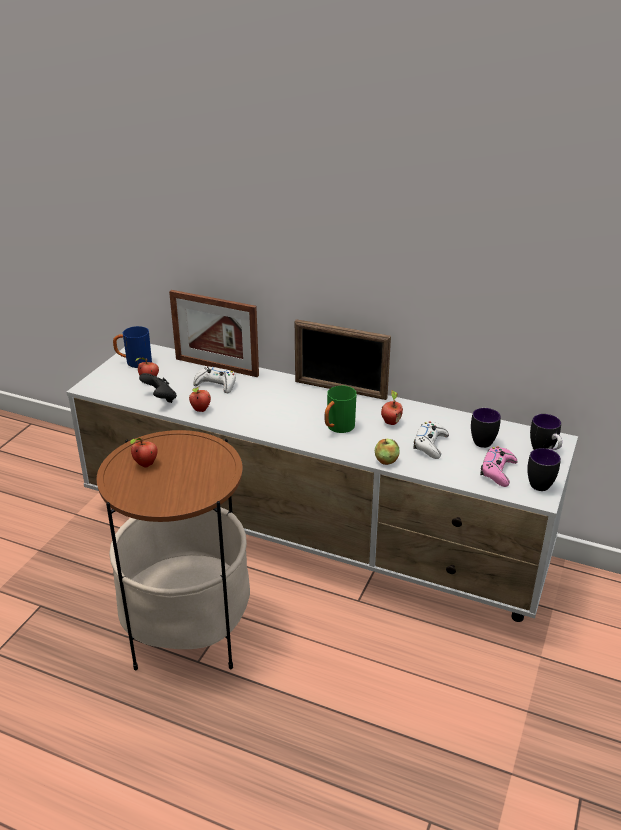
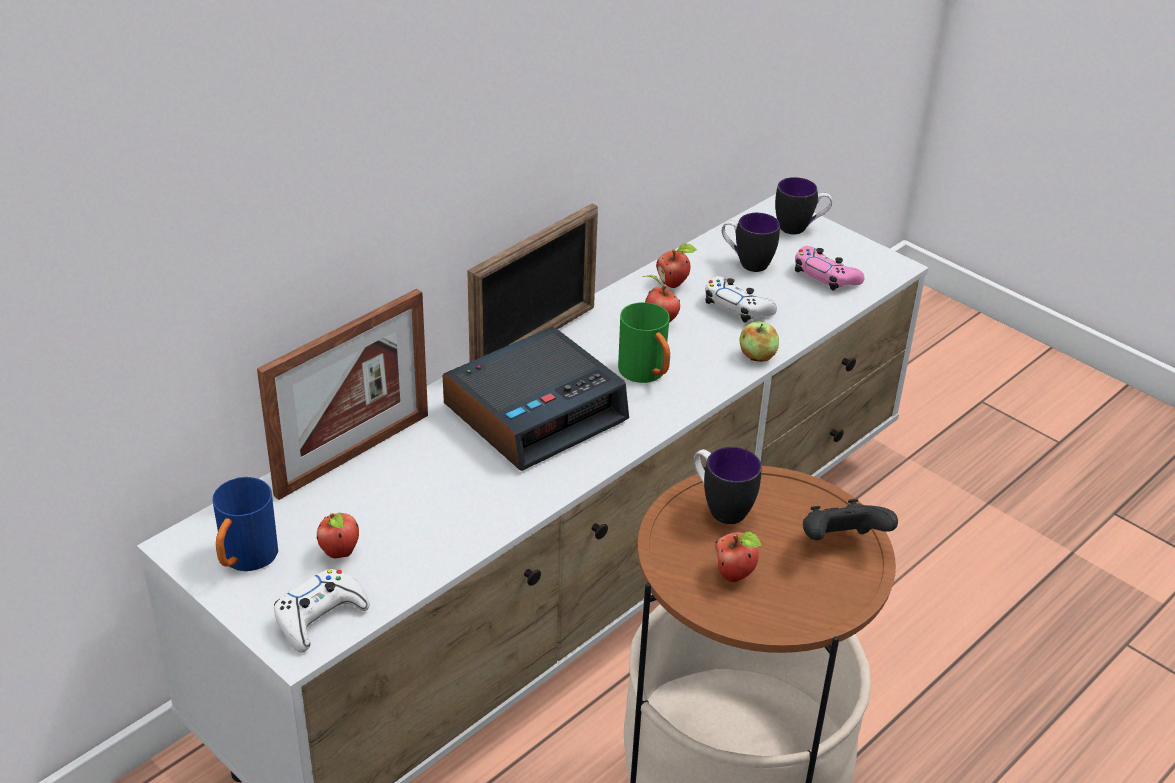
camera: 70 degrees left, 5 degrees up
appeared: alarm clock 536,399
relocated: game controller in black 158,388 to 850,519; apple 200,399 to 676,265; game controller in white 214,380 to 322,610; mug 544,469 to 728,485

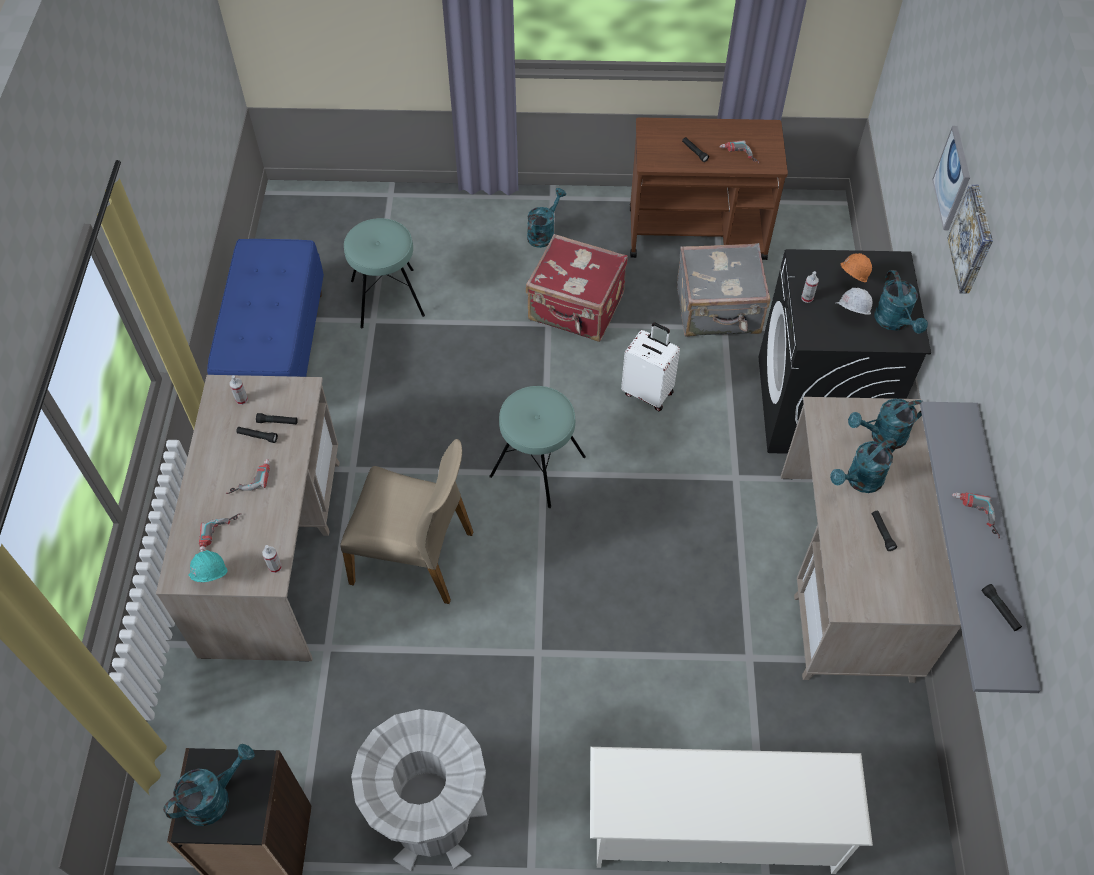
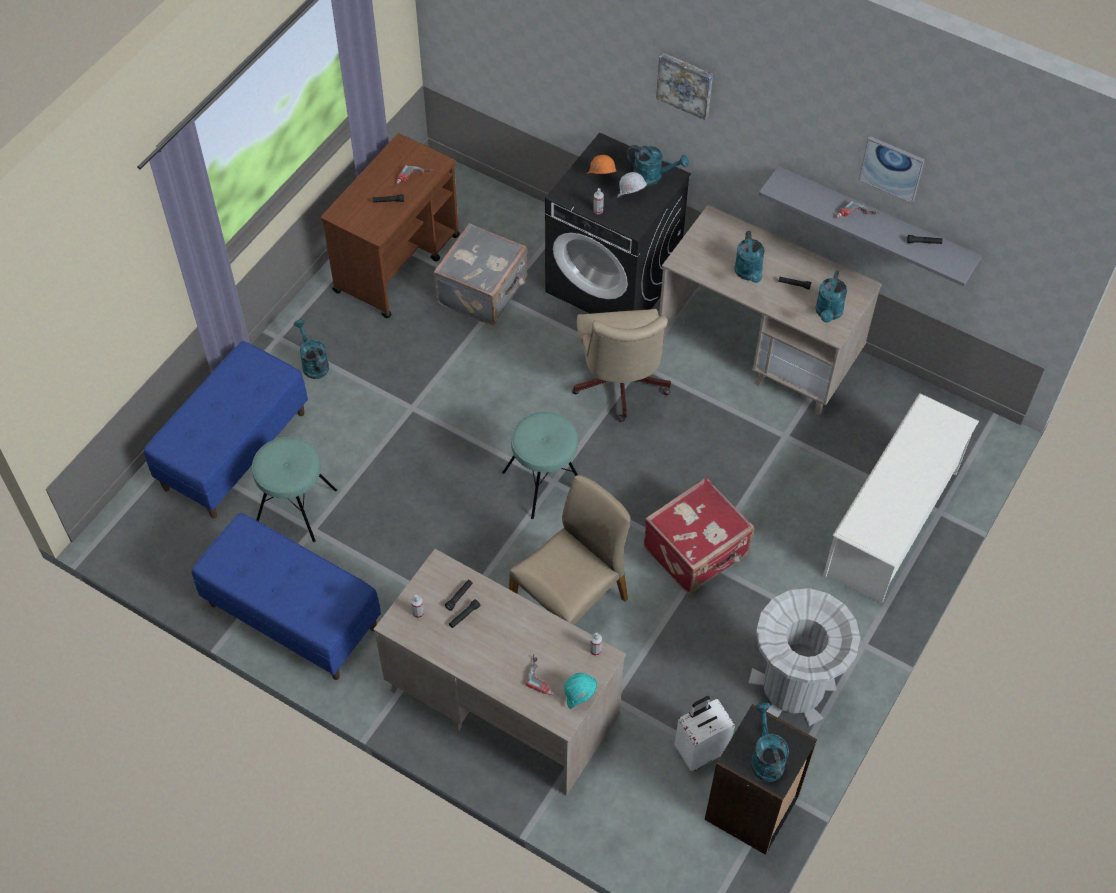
camera: 60 degrees left, 0 degrees up
missing: power drill 248,476
appeared: bench in blue 226,429; office chair in beige 621,365
relocated: suitcase in red 577,288 to 699,535; suitcase in white 650,366 to 704,733; watering can in turquoise 885,424 to 831,296; picture 951,178 to 892,169

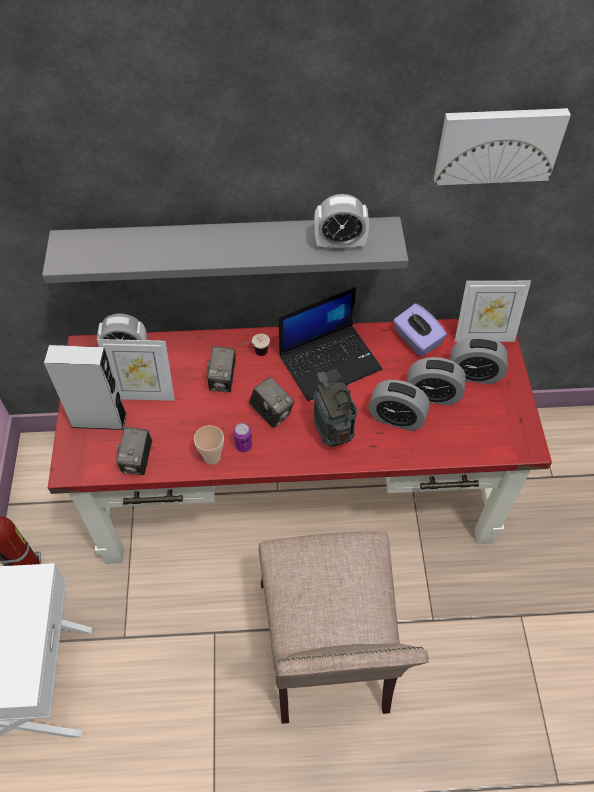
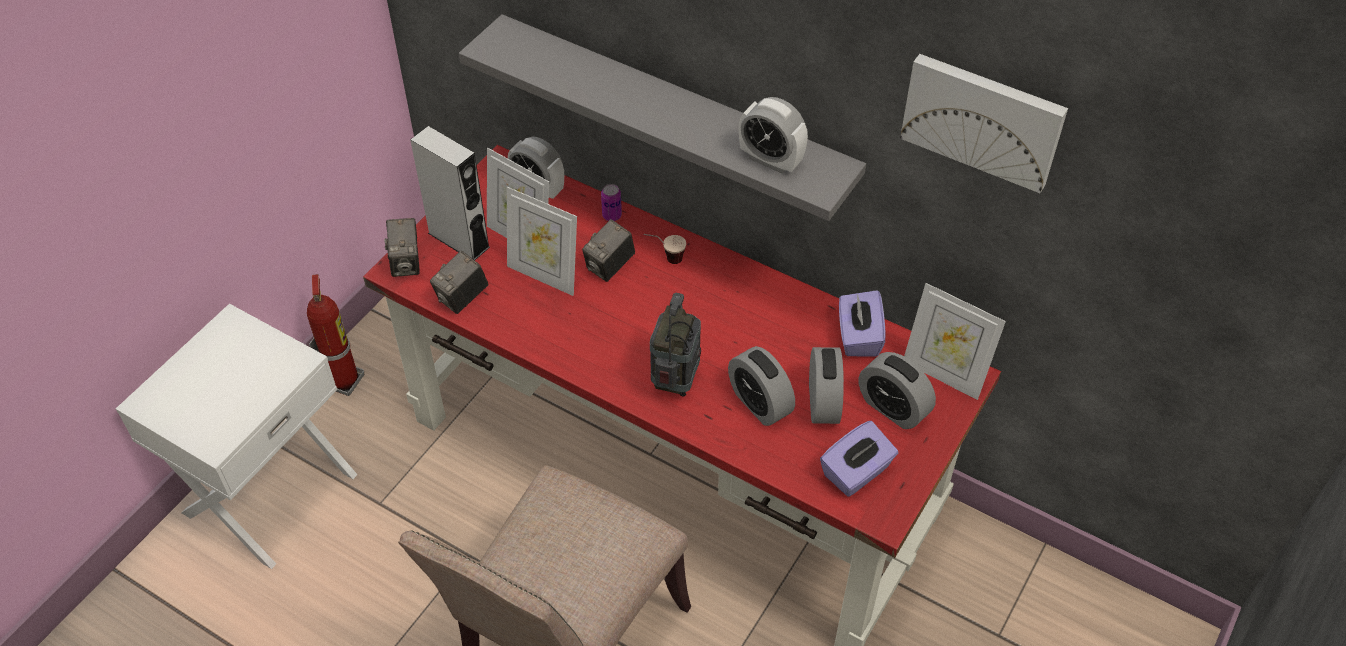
camera: 35 degrees right, 5 degrees down
missing: cup 209,444; laptop 330,344
appeared: picture frame 542,241; tissue box in purple 859,459
relocated: can 242,437 to 611,202; photo camera 272,402 to 402,247
spun: alarm clock 436,381 = 826,385 135 degrees counterclockwise

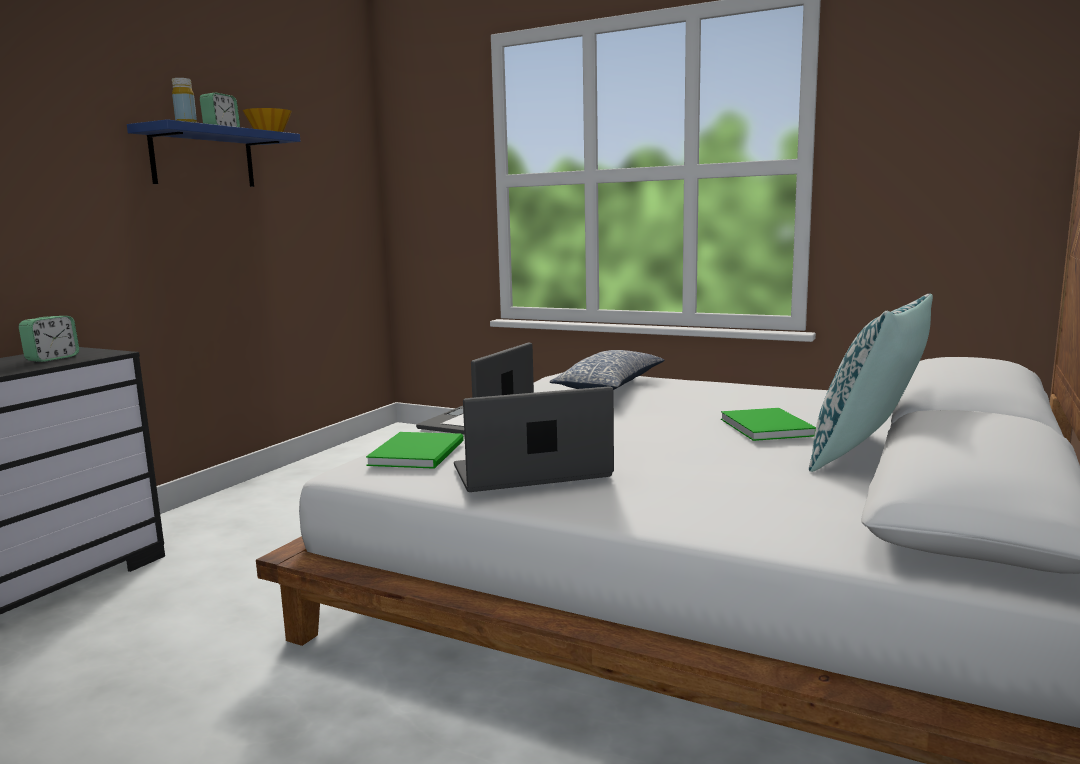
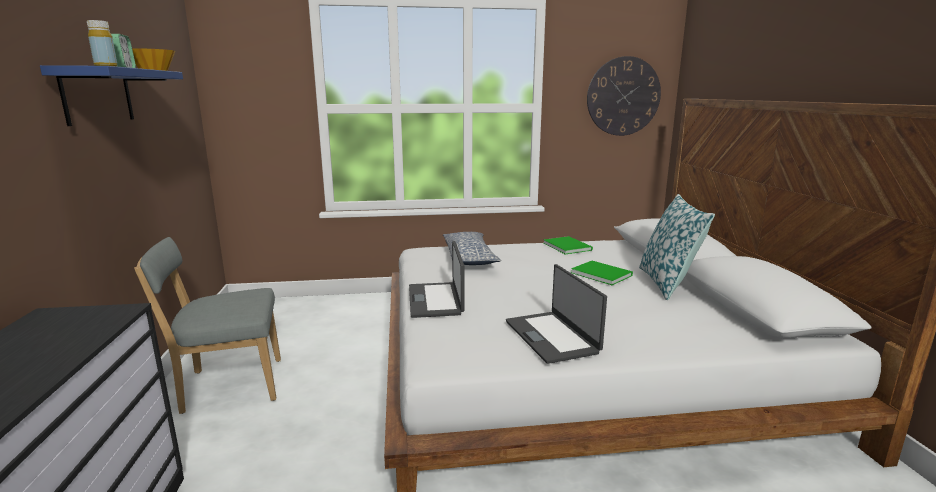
camera: 35 degrees left, 5 degrees up
missing: alarm clock 49,339
appeared: chair in grey 207,325; wall clock 624,96
relocated: book in green 415,450 to 568,245
spun: laptop 534,439 = 556,314 60 degrees counterclockwise

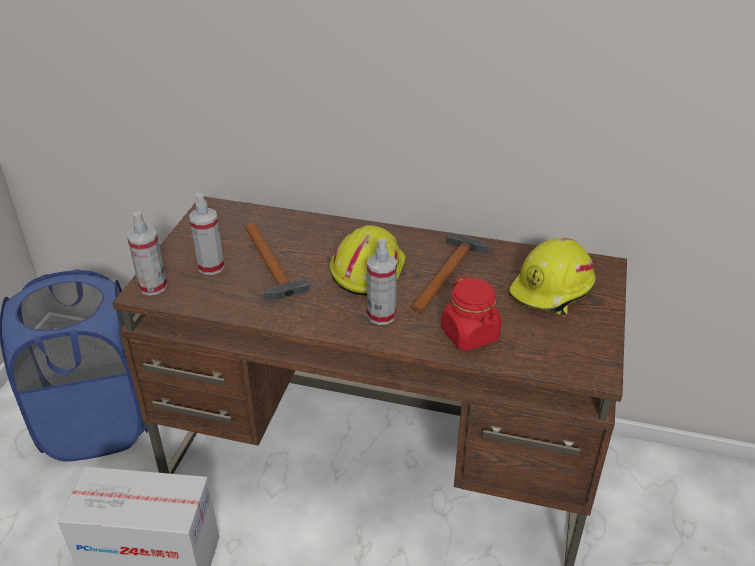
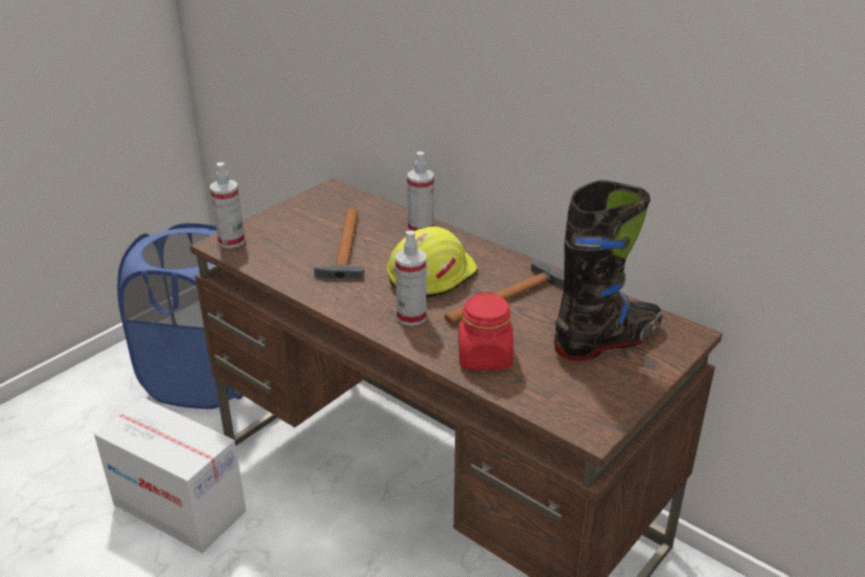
camera: 25 degrees right, 5 degrees down
relocated: spray bottle 207,234 to 420,191
exchanged: hard hat in yellow 552,276 to boot in black 608,270

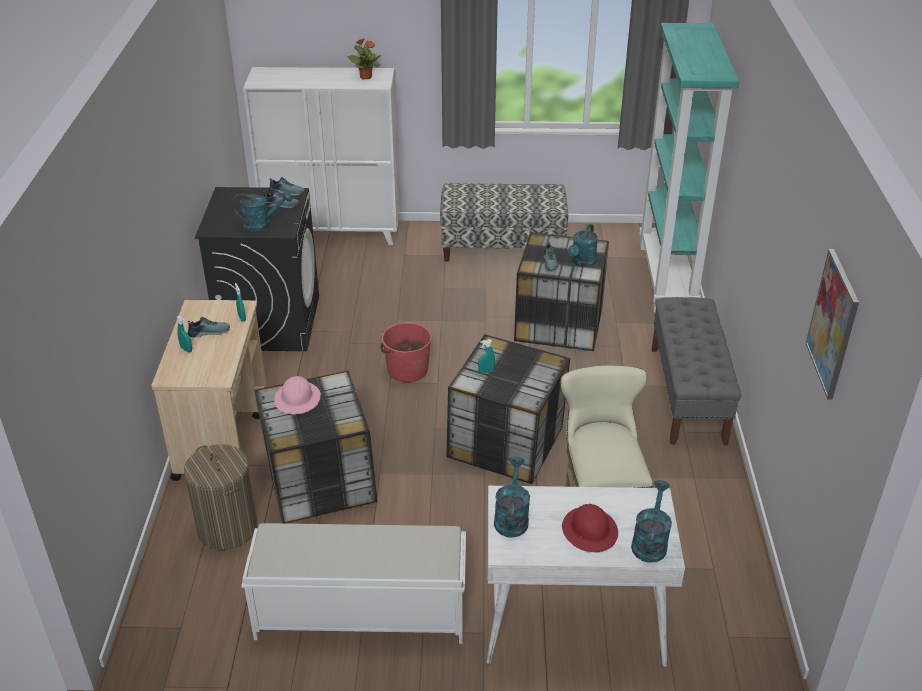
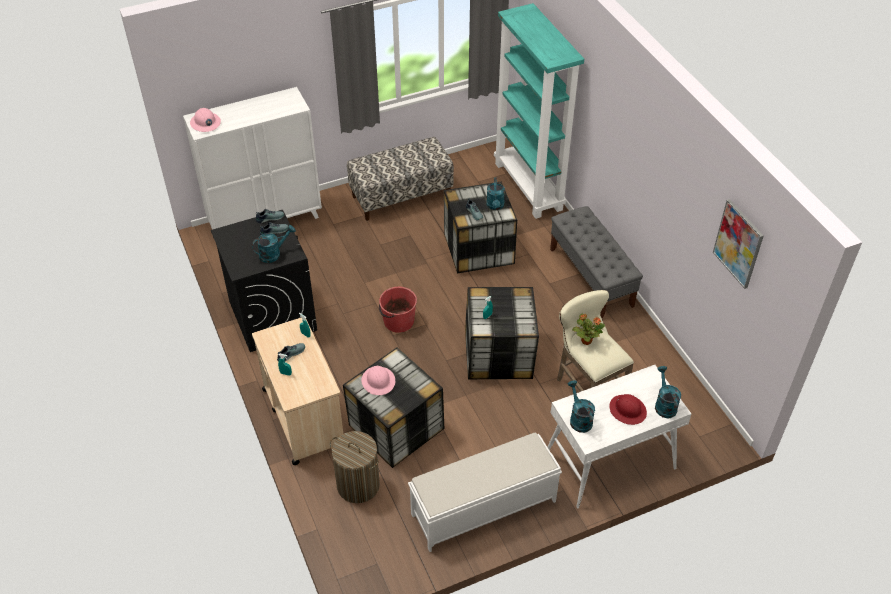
camera: 25 degrees left, 10 degrees up
appeared: hard hat in pink 205,120
relocated: potted plant 364,59 to 588,329

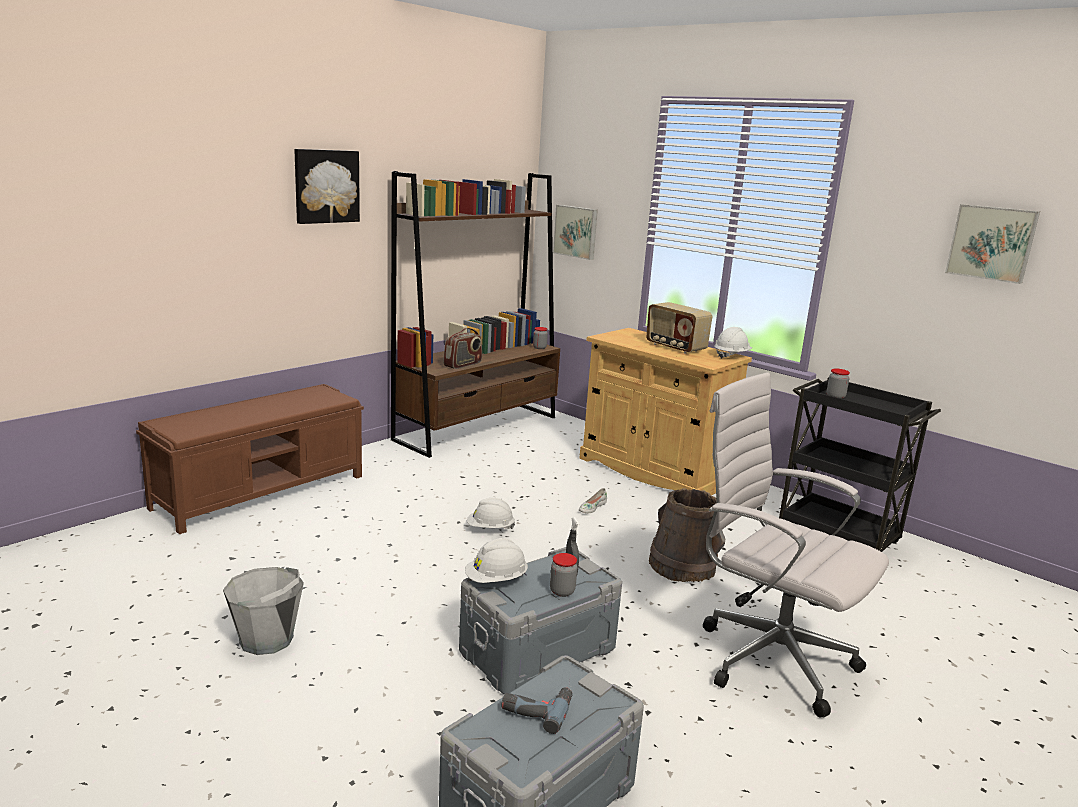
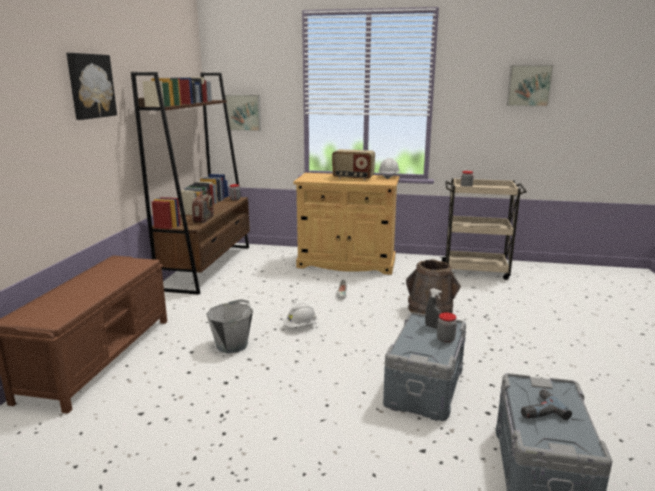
camera: 30 degrees left, 0 degrees up
missing: hard hat in white 496,560; office chair in white 796,545
relocated: bucket in grey 263,611 to 229,326
colour: cart in black 860,464 to cart in beige 483,229

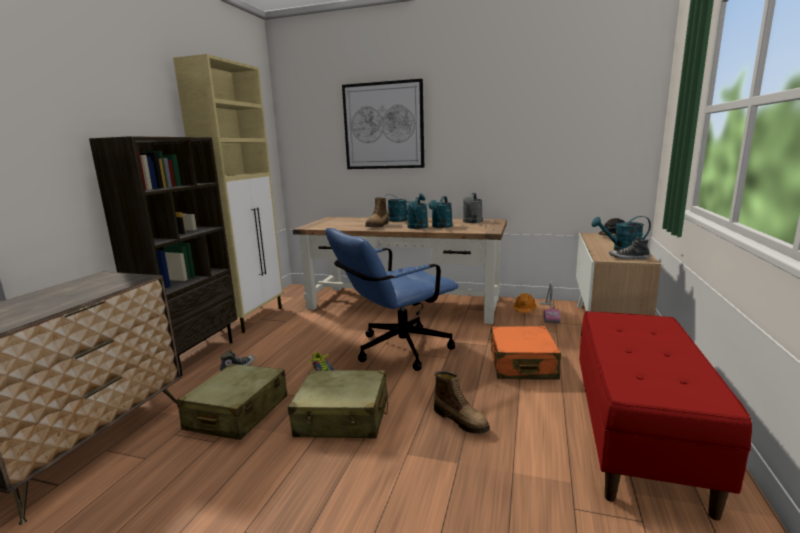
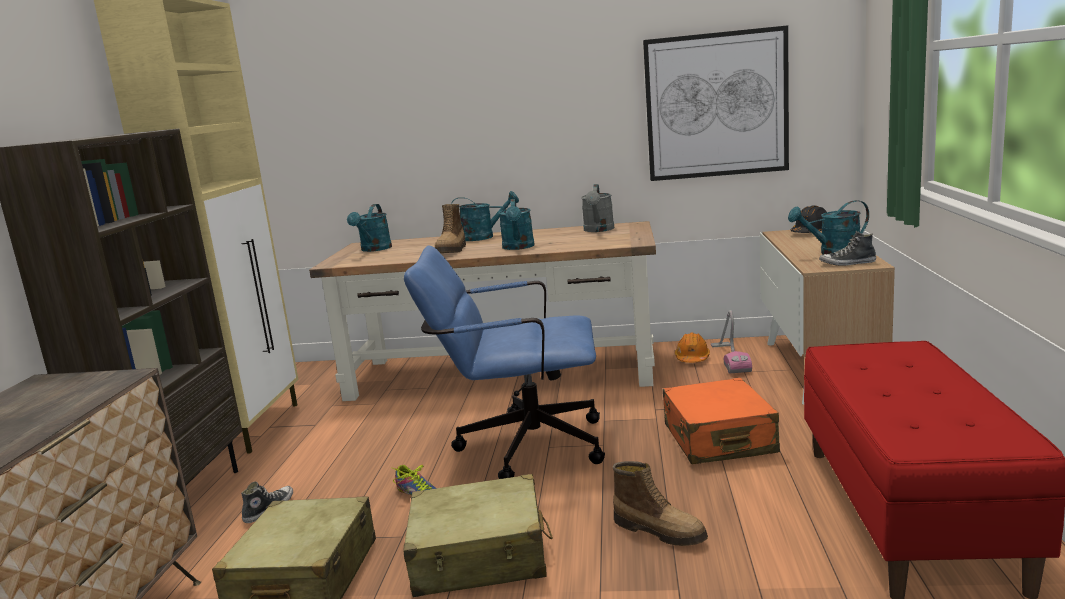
camera: 10 degrees left, 0 degrees up
relocated: picture 383,124 to 716,103; watering can in turquoise 440,212 to 369,228
spun: office chair in blue 391,299 = 504,362 45 degrees clockwise

